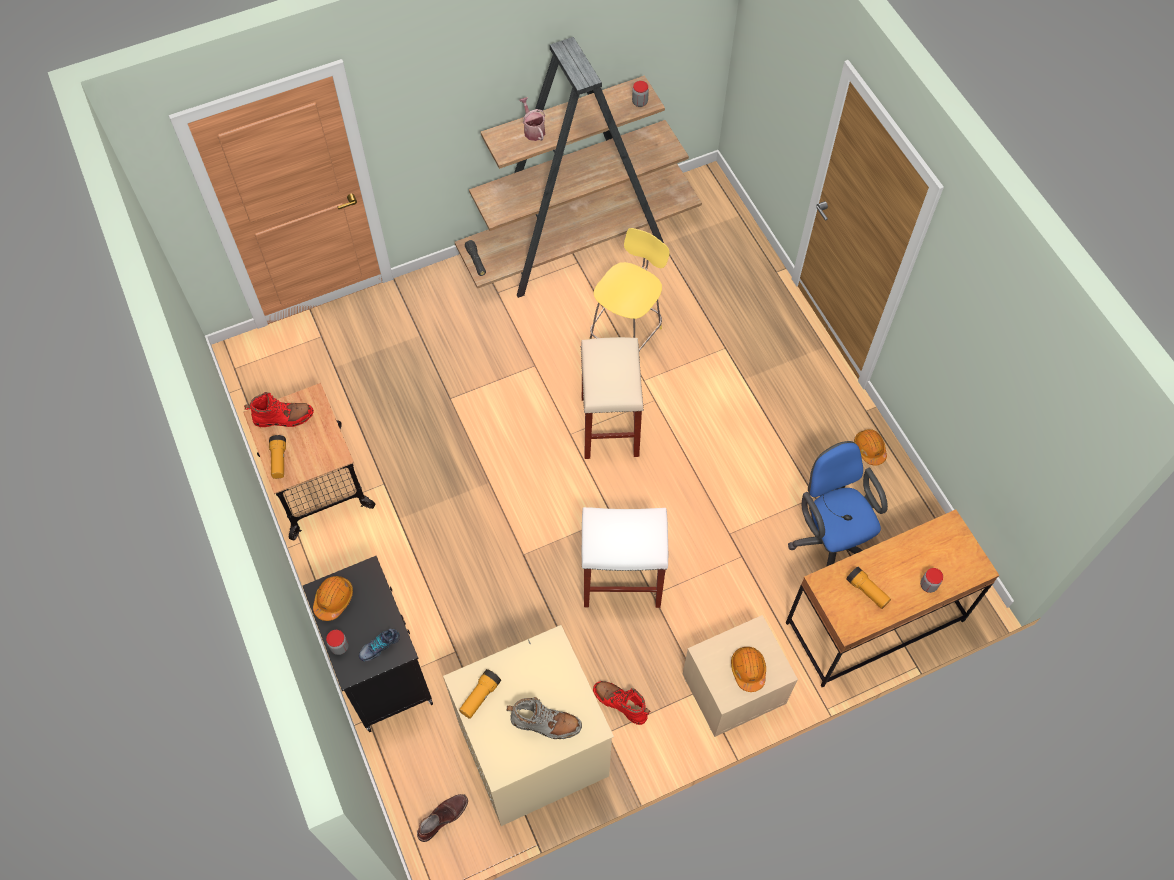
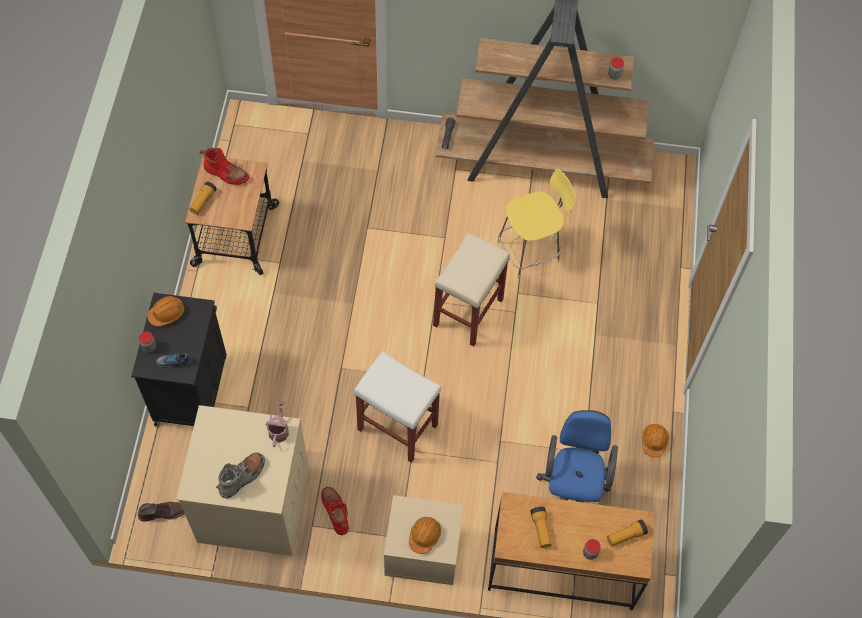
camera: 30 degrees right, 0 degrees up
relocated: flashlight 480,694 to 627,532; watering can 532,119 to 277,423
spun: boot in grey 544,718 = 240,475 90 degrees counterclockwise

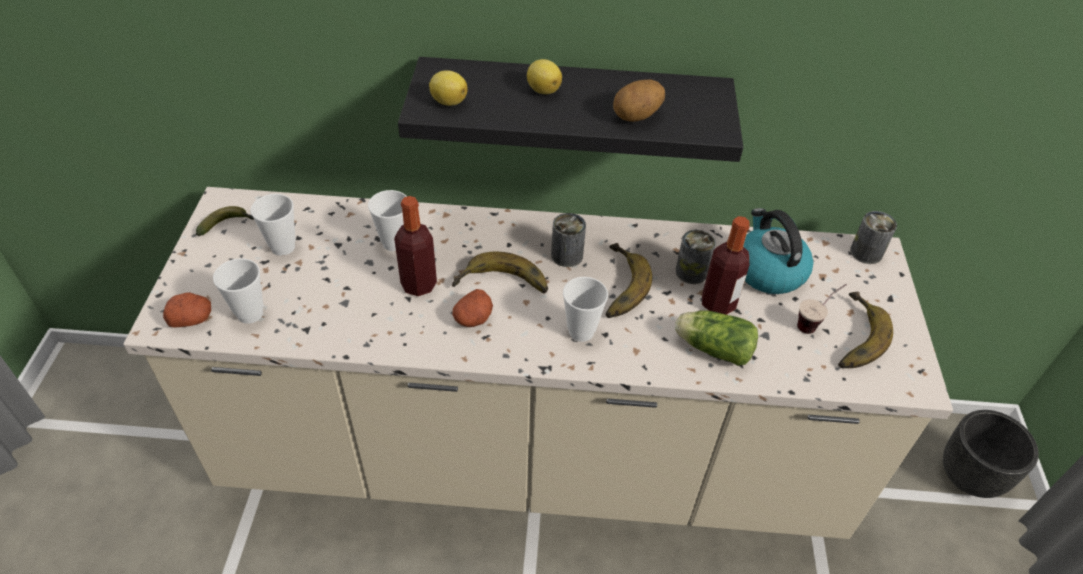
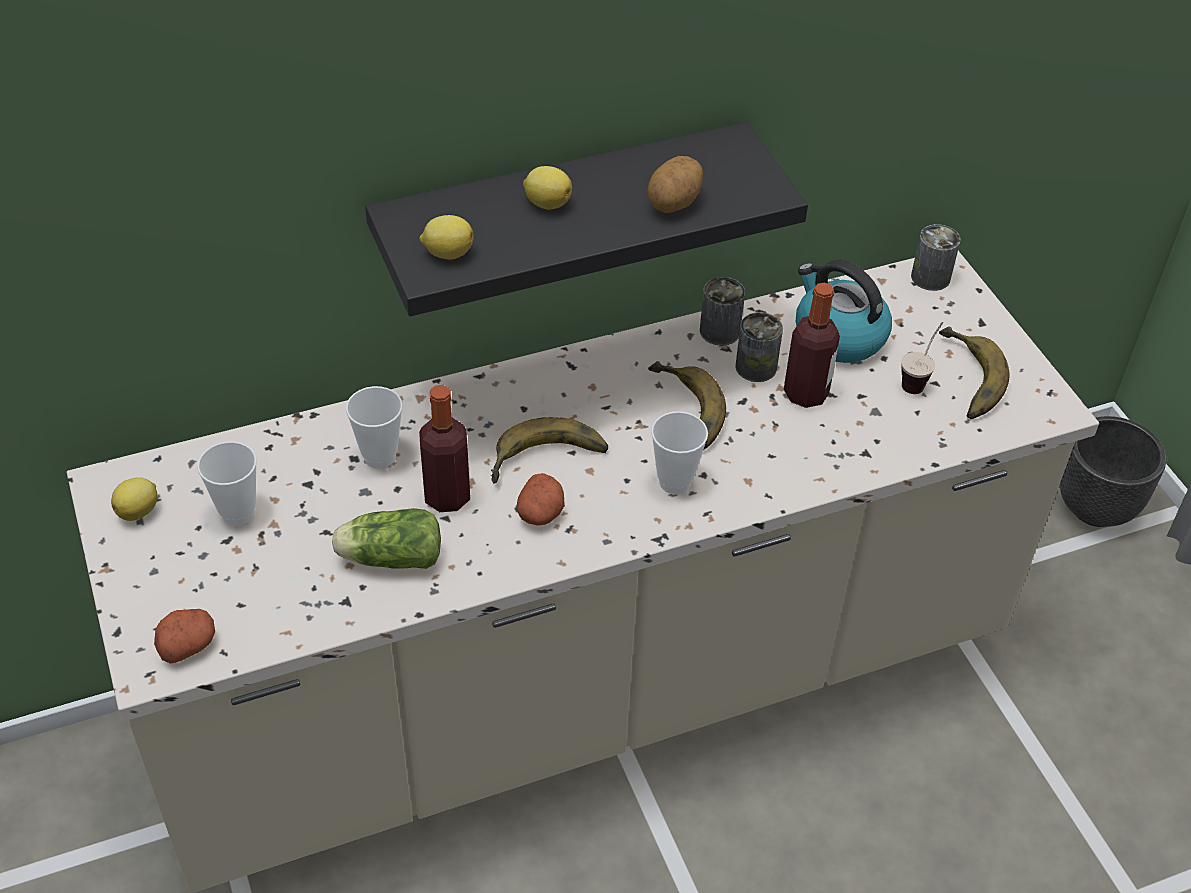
camera: 25 degrees left, 0 degrees up
missing: cup 238,291
relocated: can 568,240 to 722,311; lettuce 716,338 to 386,538
exchanged: banana 225,221 to lemon 134,499

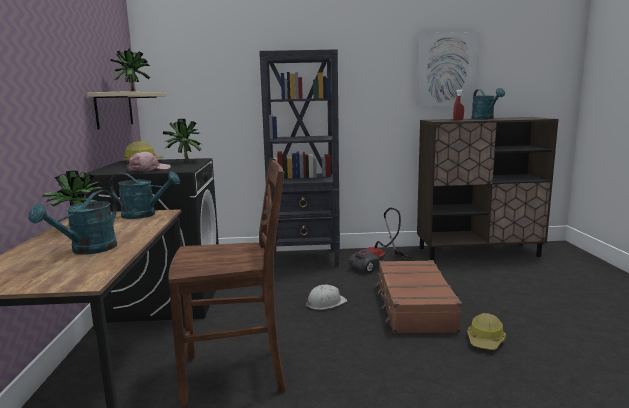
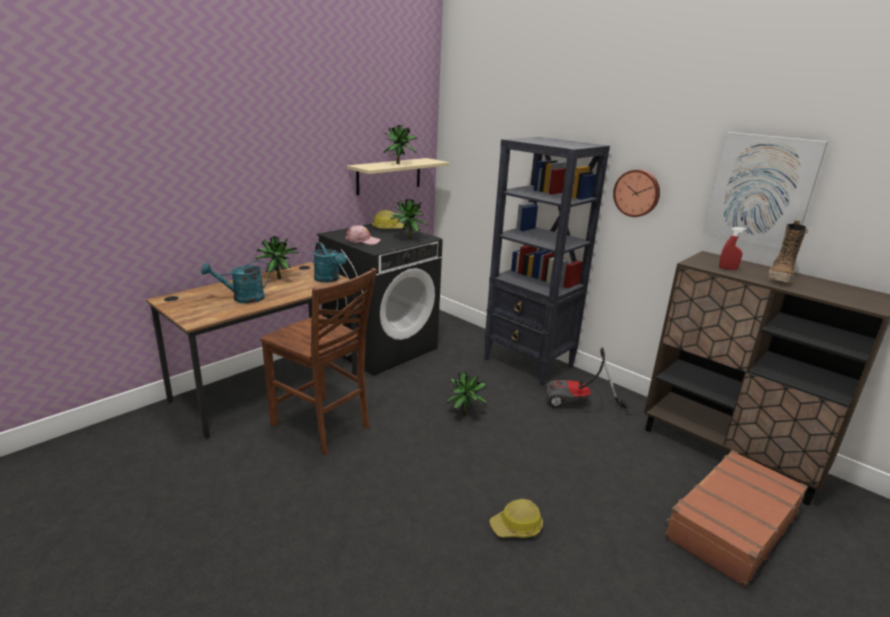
camera: 45 degrees right, 10 degrees up
appeared: wall clock 636,193
relocated: suitcase in brown 418,296 to 736,518
exchanged: hard hat in white 326,297 to potted plant 467,393; watering can in turquoise 488,104 to boot 788,252

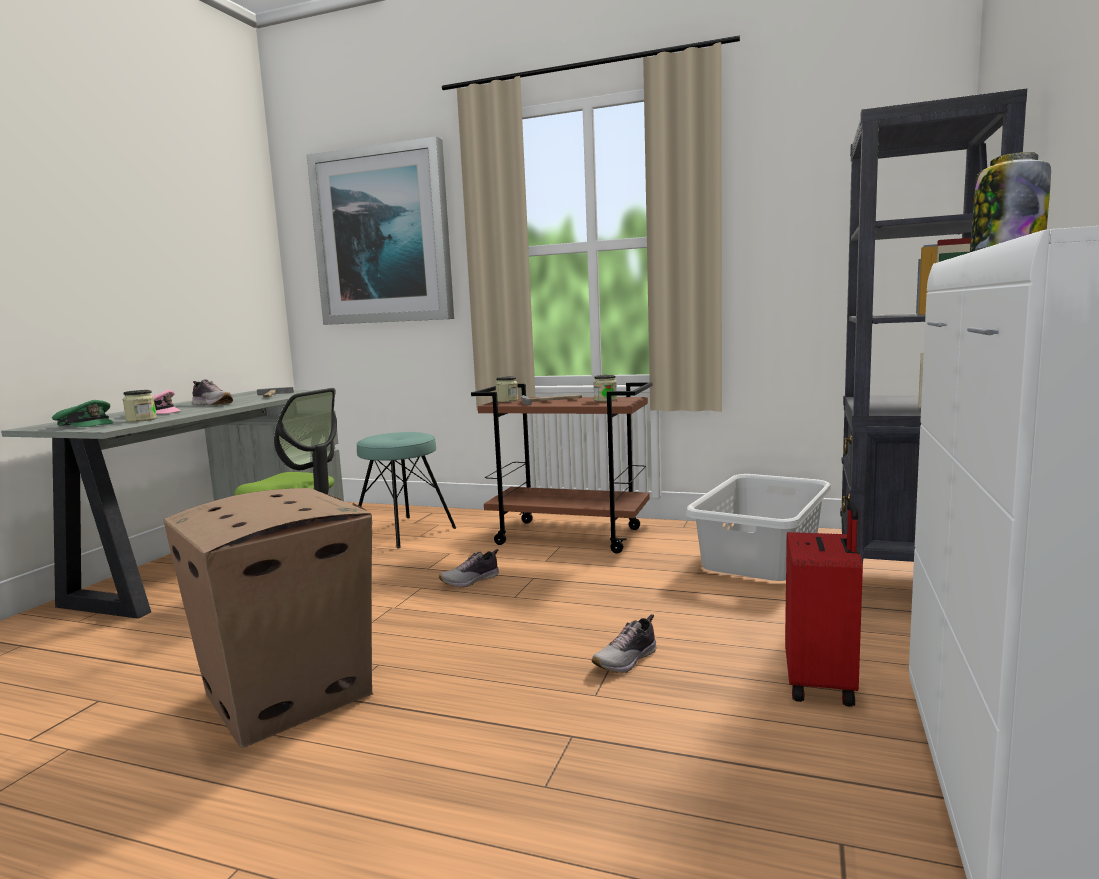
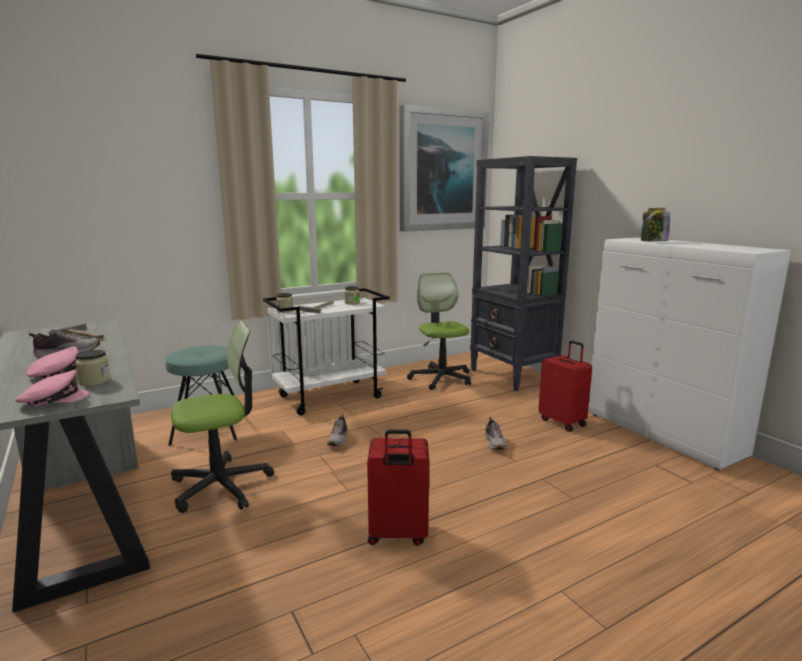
camera: 50 degrees left, 5 degrees up
relocated: picture 380,230 to 444,167
exchanged: cardboard box 268,618 to suitcase in red 398,487; laundry basket in grey 758,527 to office chair 439,331
colour: cap in green 82,413 to cap in pink 52,388; cart in brown 561,468 to cart in white 326,351

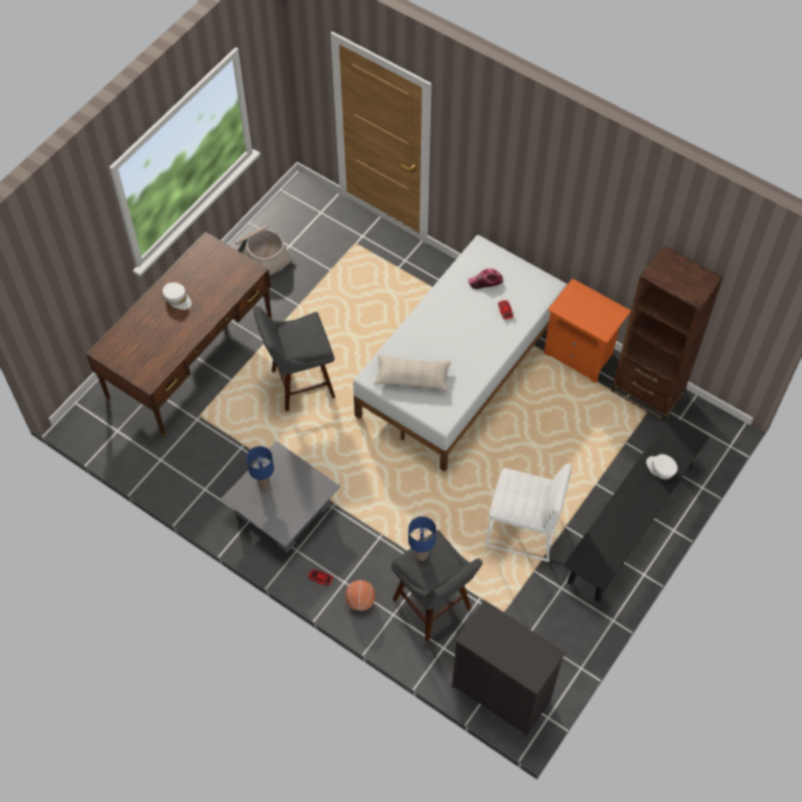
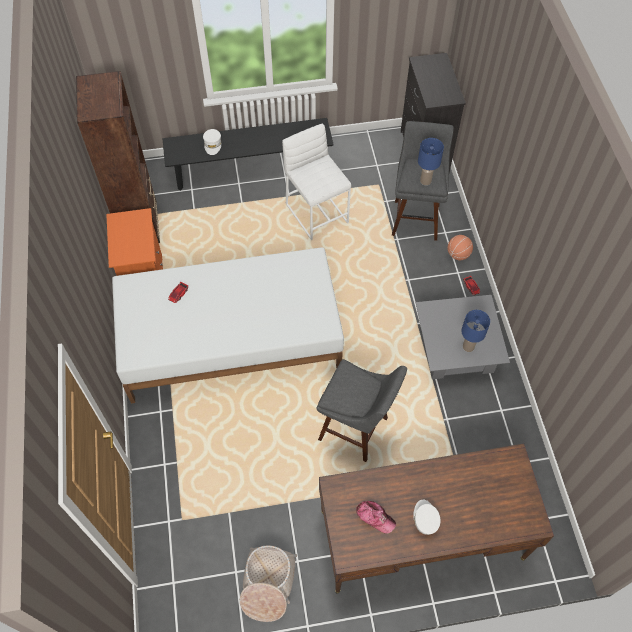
camera: 135 degrees left, 0 degrees up
missing: pillow in beige 412,372
relocated: cap 485,278 to 376,517

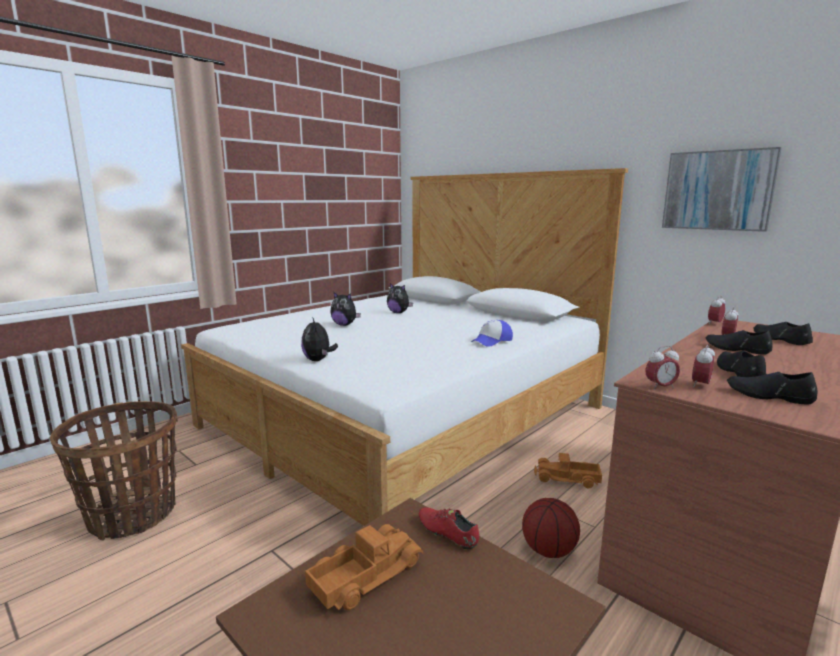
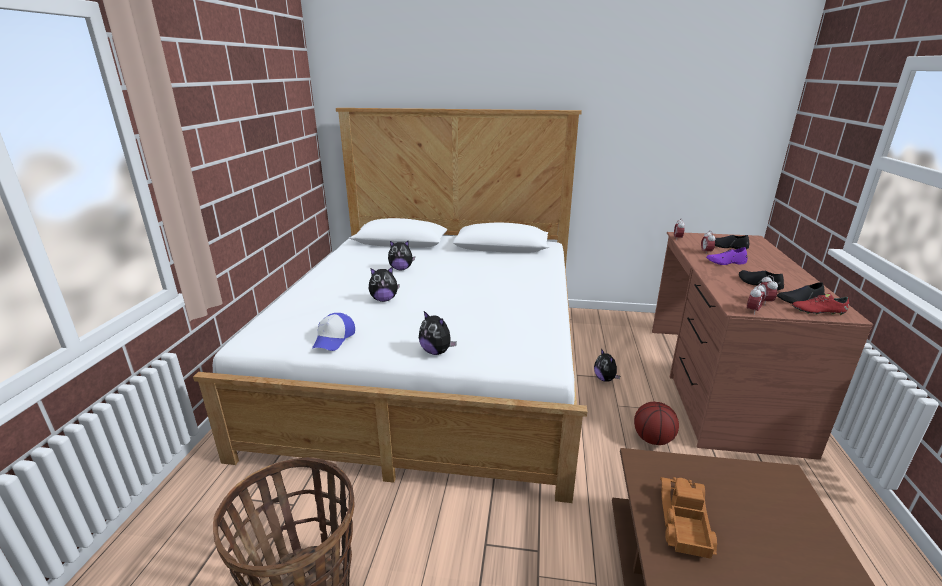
camera: 35 degrees left, 10 degrees up
missing: picture 722,189
relocated: shoe in red 449,528 to 820,304; cap 492,333 to 333,332
exchanged: toy truck 568,470 to plush toy 607,365
colour: shoe in black 739,342 to shoe in purple 727,256

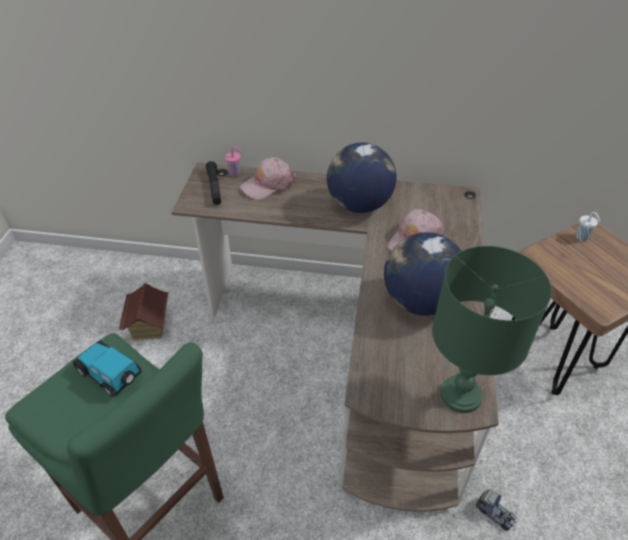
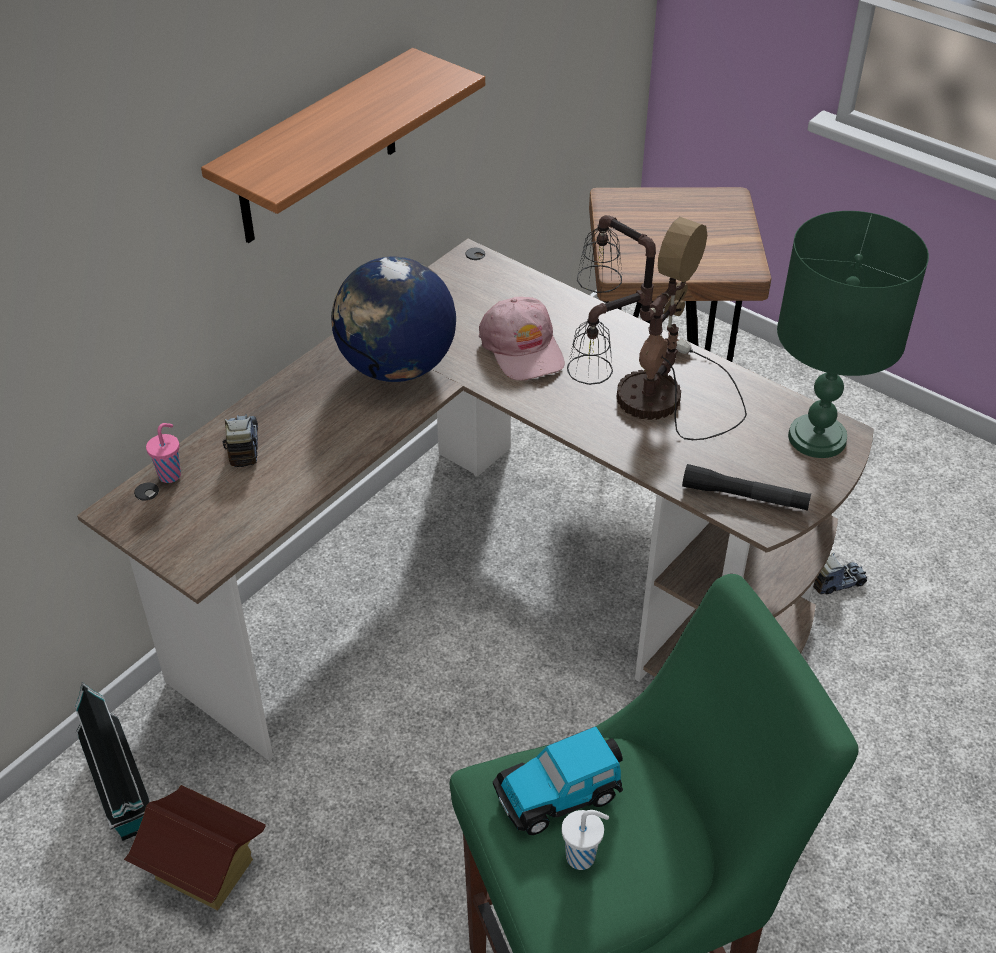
camera: 60 degrees left, 0 degrees up
appeared: toy house 112,761; shelf 343,145
relocated: flashlight in black 213,183 to 746,487; cup in white 588,226 to 585,840
exchanged: cap in pink 268,178 to toy truck 240,440; globe 422,274 to table lamp 657,327

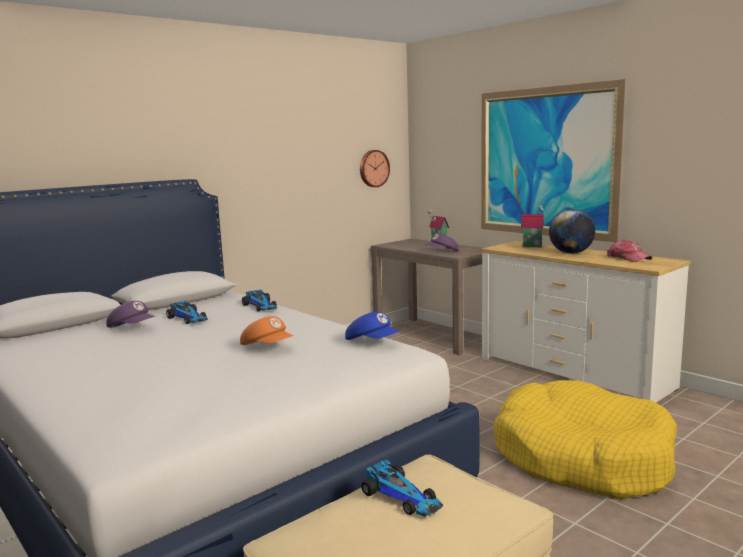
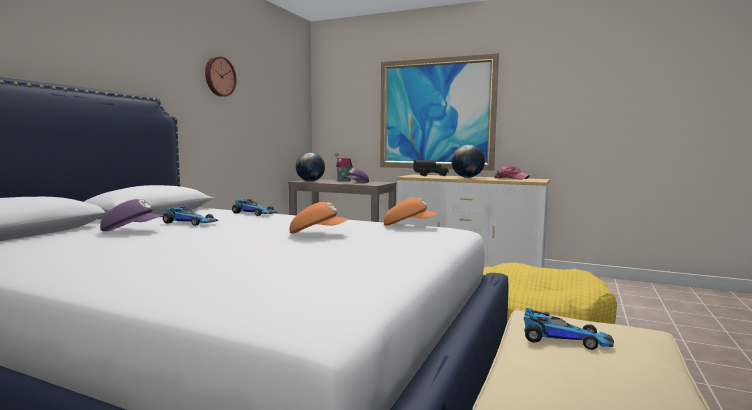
camera: 25 degrees left, 5 degrees down
appeared: globe 310,167
relocated: wall clock 375,168 to 221,76
exchanged: toy house 533,226 to toy truck 431,168
colour: cap in blue 372,326 to cap in orange 411,211

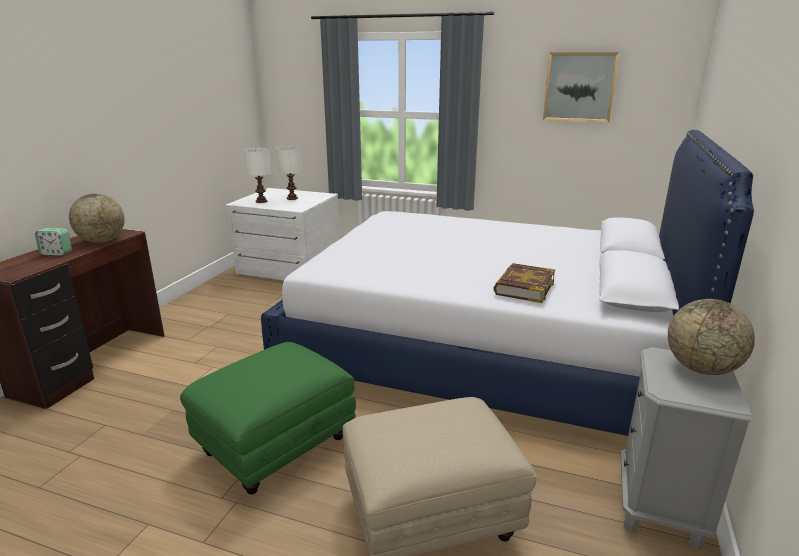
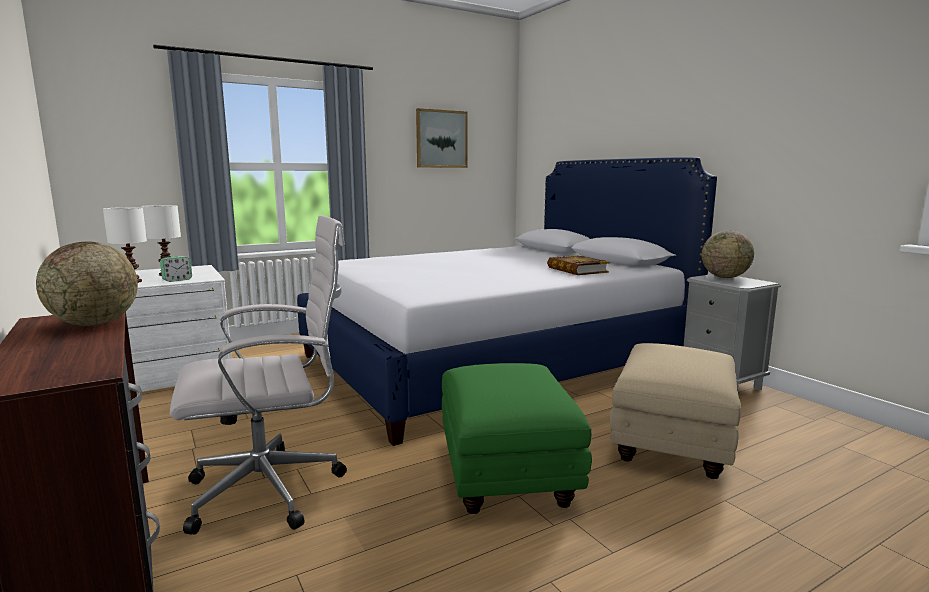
camera: 50 degrees left, 10 degrees down
appeared: office chair in white 258,375
relocated: alarm clock 53,242 to 176,269

